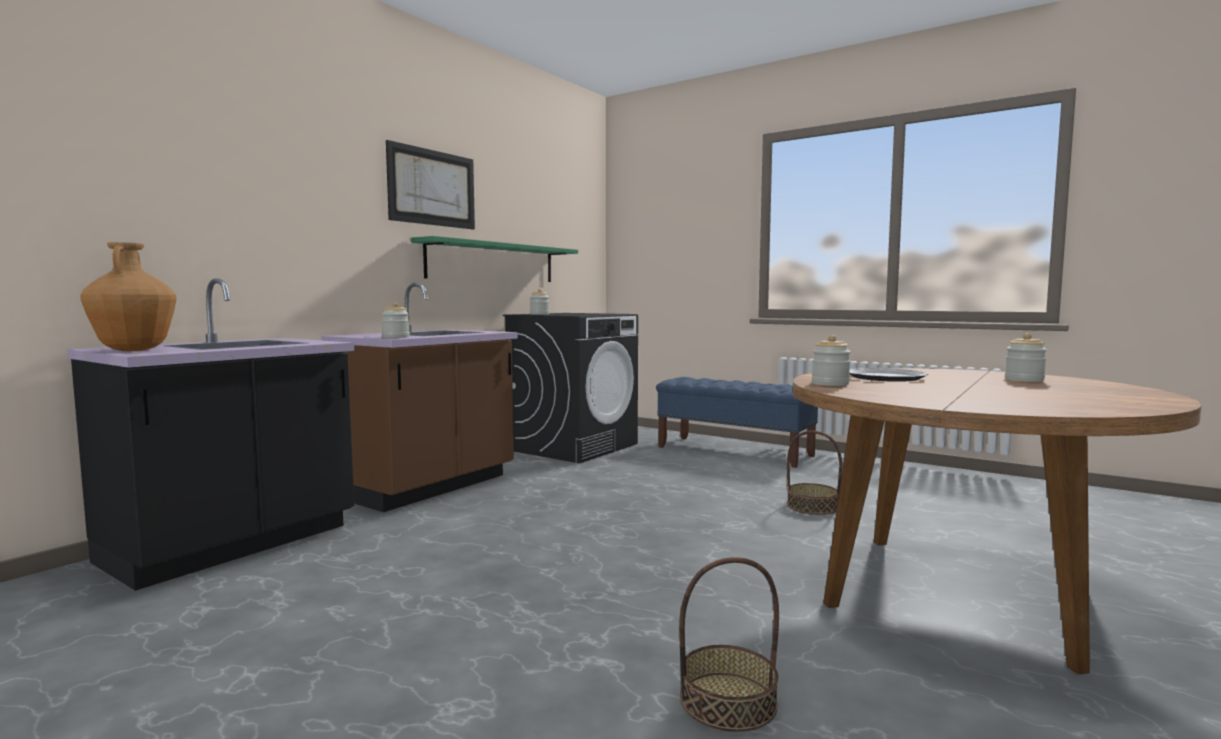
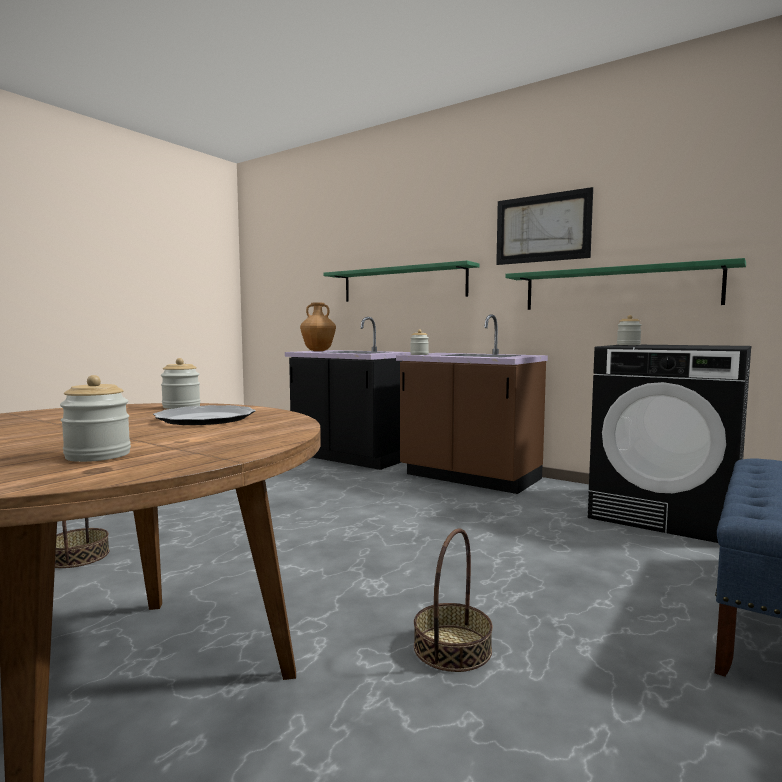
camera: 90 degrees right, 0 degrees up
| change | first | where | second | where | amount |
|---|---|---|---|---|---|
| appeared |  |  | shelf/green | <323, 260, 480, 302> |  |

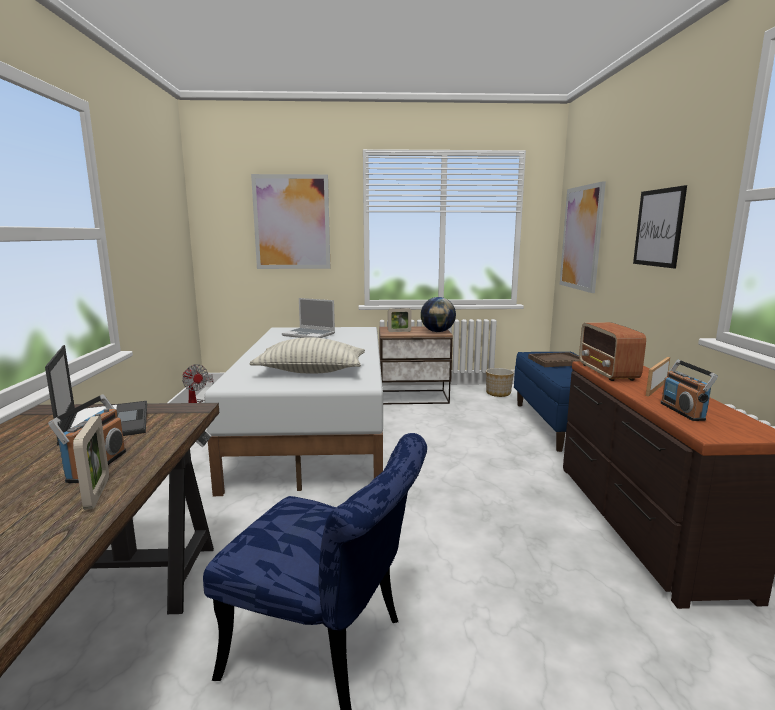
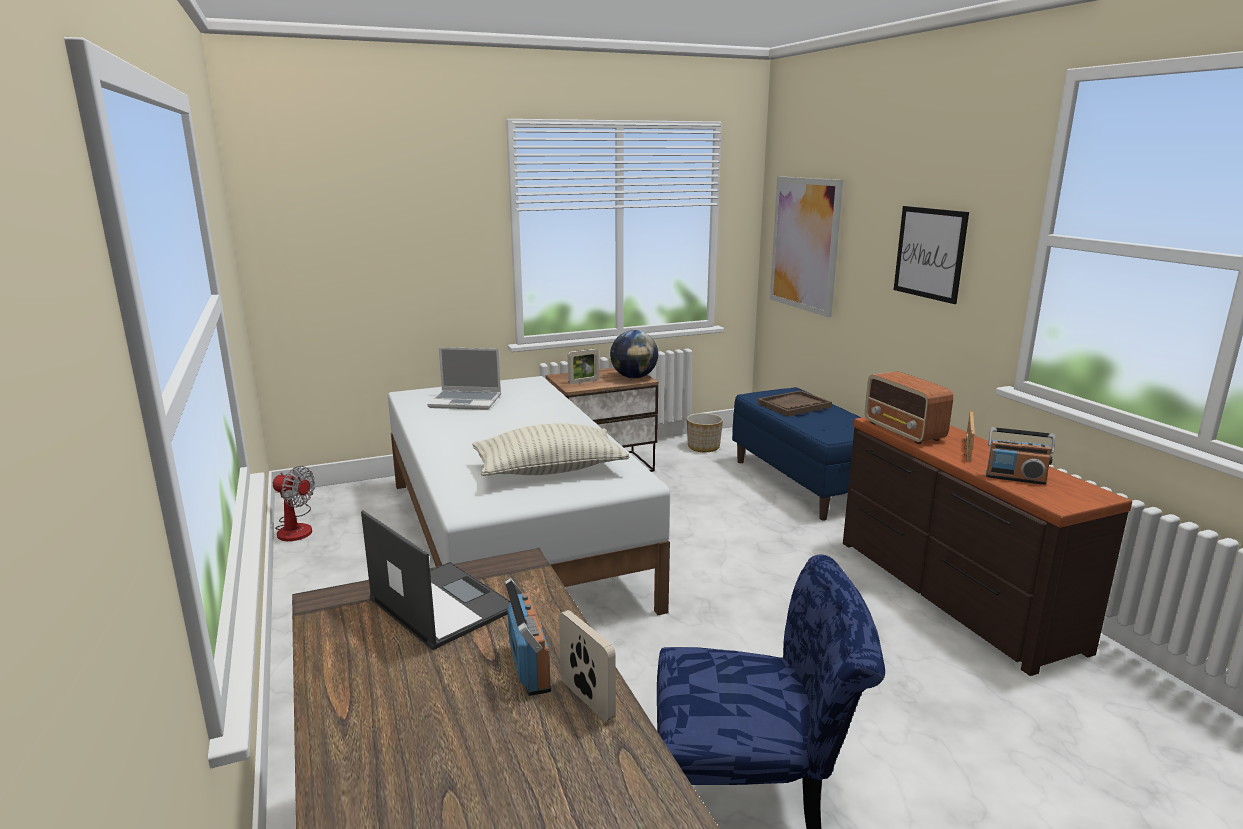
camera: 20 degrees left, 5 degrees up
| change | first | where | second | where | amount |
|---|---|---|---|---|---|
| missing | picture | <251, 174, 330, 269> |  |  |  |
| spun | radio | <661, 360, 718, 421> |  | <986, 427, 1055, 485> | 45 degrees counterclockwise |

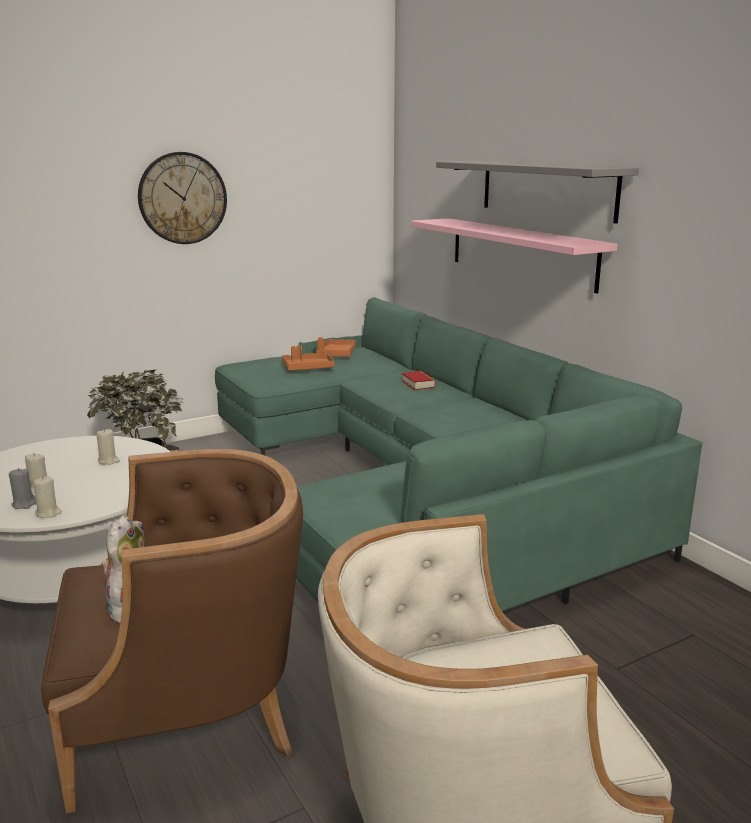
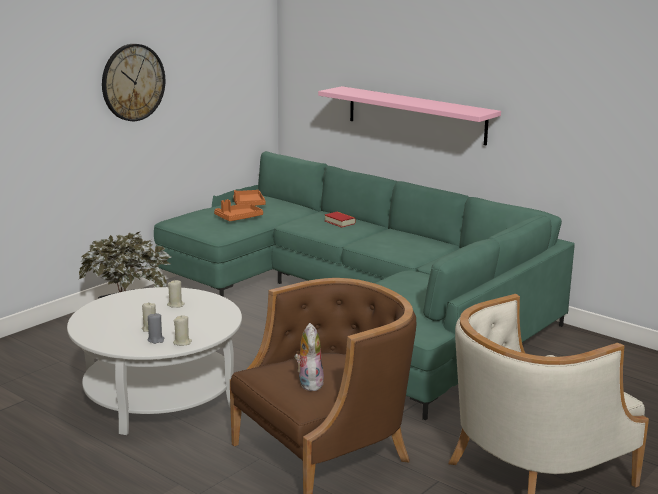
camera: 20 degrees left, 0 degrees up
| change | first | where | second | where | amount |
|---|---|---|---|---|---|
| missing | shelf/grey | <436, 161, 639, 224> |  |  |  |

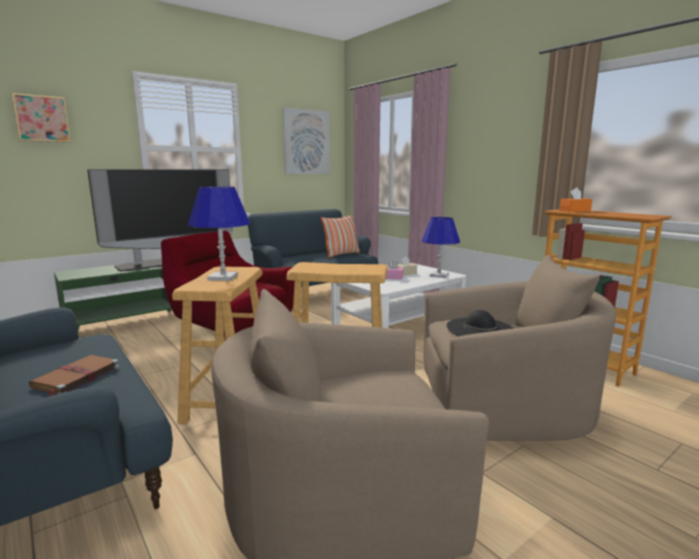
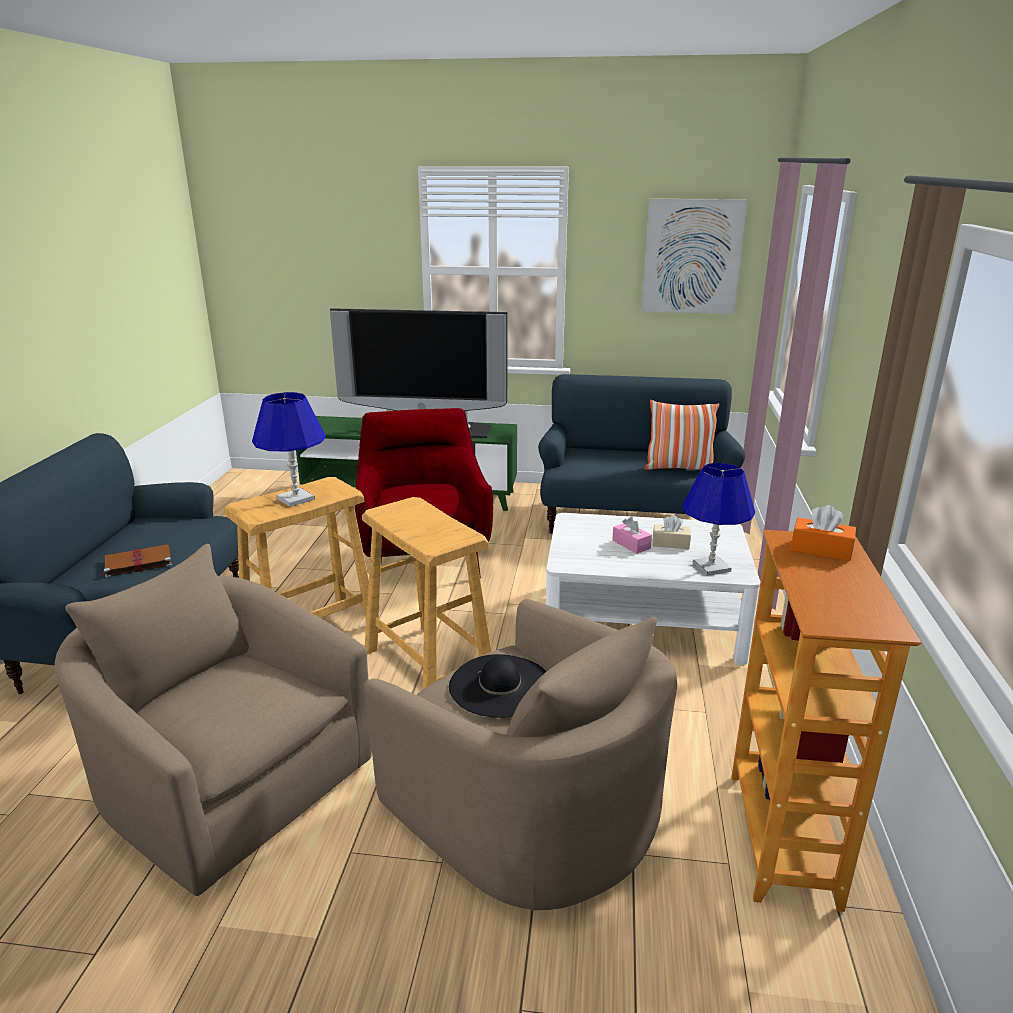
camera: 45 degrees right, 10 degrees up
| change | first | where | second | where | amount |
|---|---|---|---|---|---|
| missing | picture | <12, 93, 71, 142> |  |  |  |

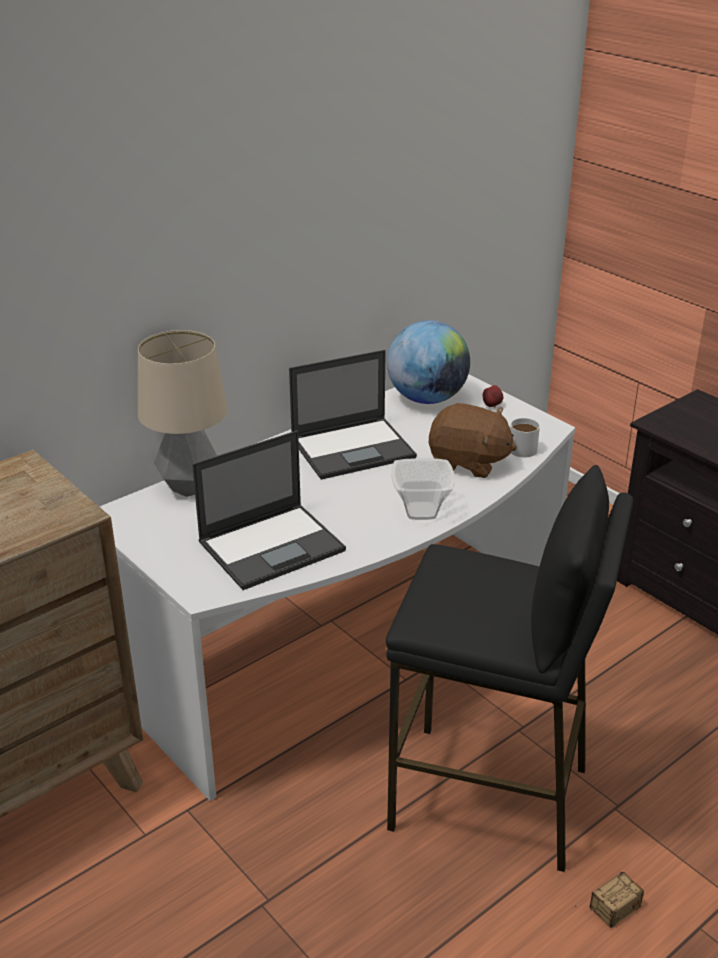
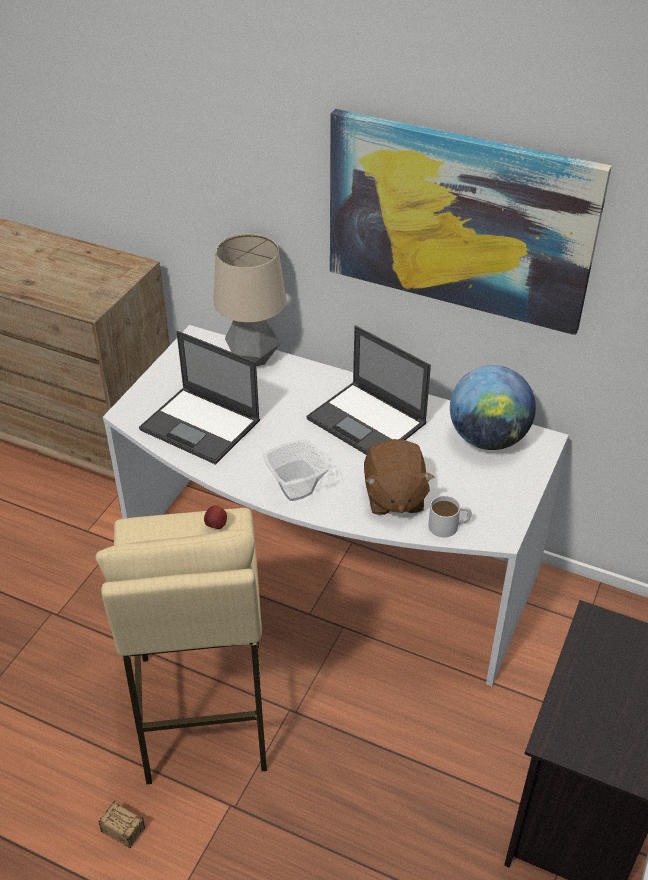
camera: 65 degrees right, 10 degrees up
| change | first | where | second | where | amount |
|---|---|---|---|---|---|
| appeared |  |  | picture | <330, 109, 612, 335> |  |
| relocated | apple | <483, 385, 503, 408> |  | <204, 505, 227, 529> |  |
| colour | stool/black | <386, 465, 633, 872> | stool/beige | <95, 508, 267, 785> |  |

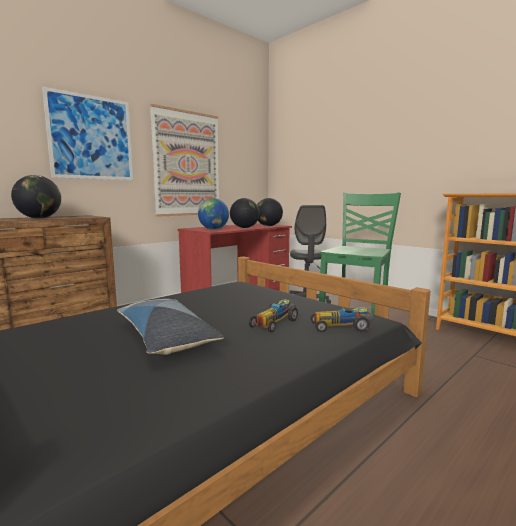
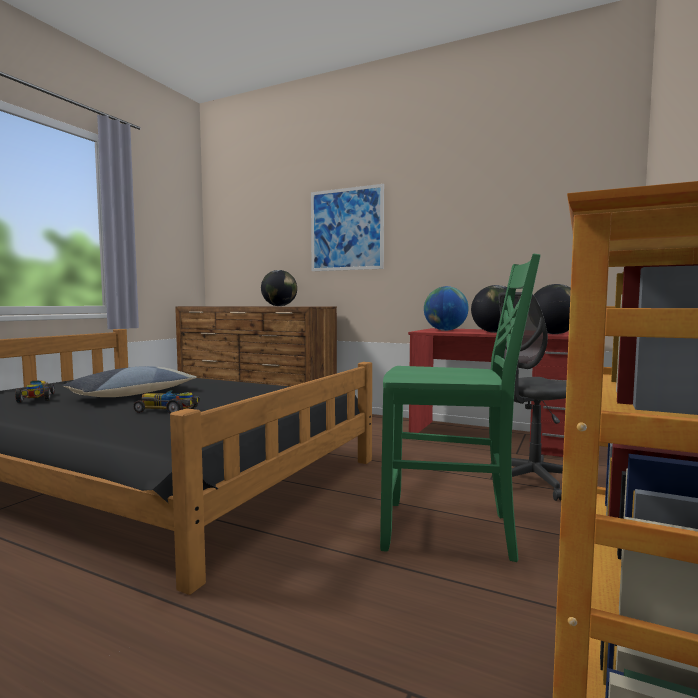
camera: 70 degrees right, 5 degrees down
| change | first | where | second | where | amount |
|---|---|---|---|---|---|
| missing | picture | <150, 104, 219, 217> |  |  |  |
| relocated | toy car | <311, 307, 373, 332> |  | <15, 381, 55, 403> |  |

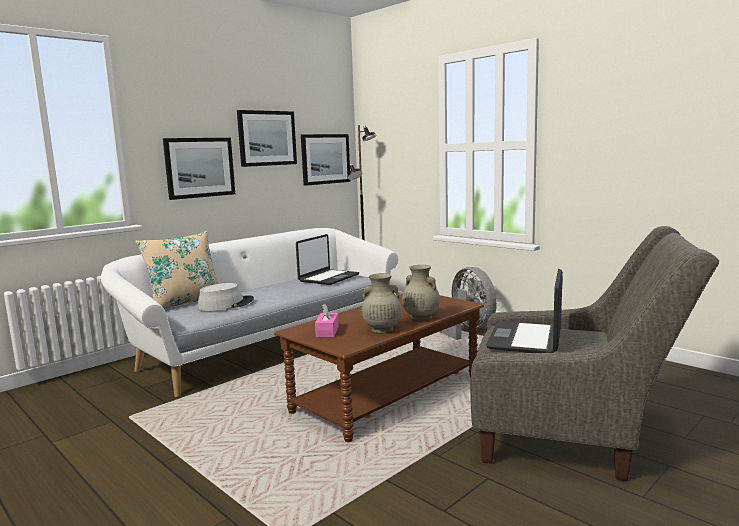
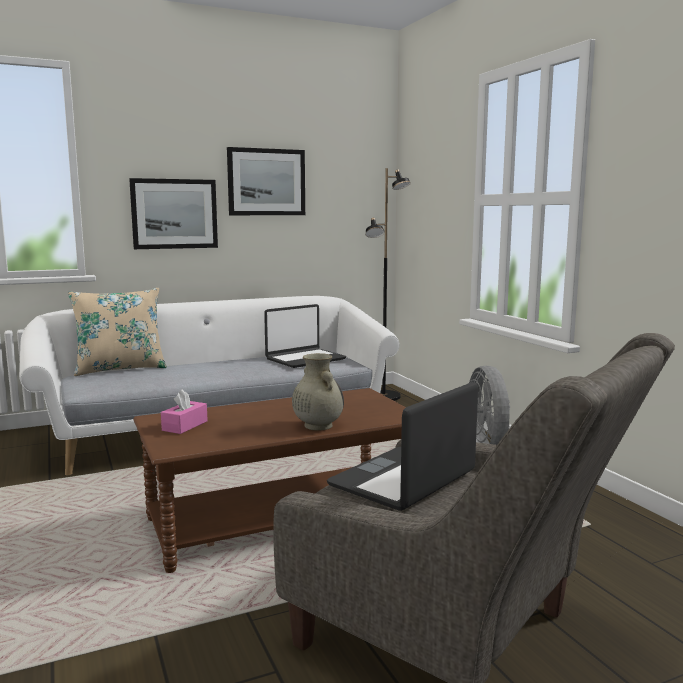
camera: 20 degrees right, 0 degrees up
| change | first | where | second | where | amount |
|---|---|---|---|---|---|
| missing | hat/grey | <198, 283, 254, 311> |  |  |  |
| missing | picture | <301, 134, 351, 186> |  |  |  |
| missing | vase/beige | <362, 273, 402, 333> |  |  |  |

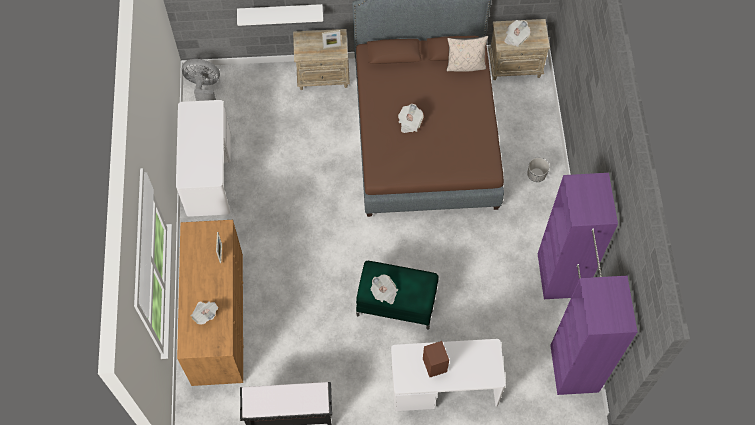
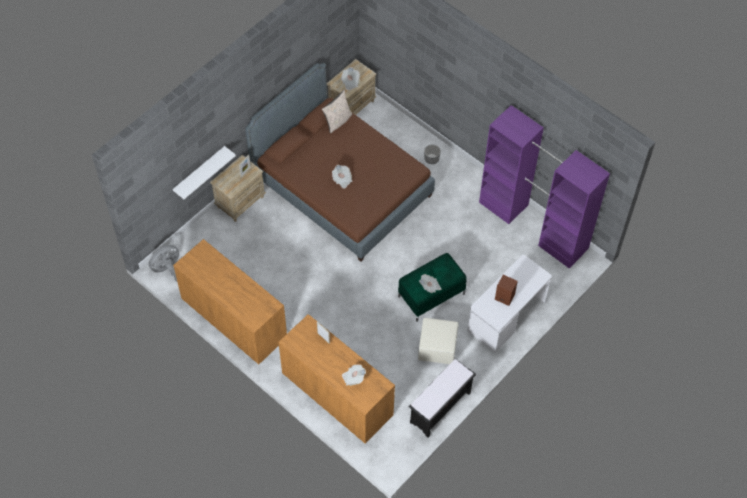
camera: 45 degrees left, 5 degrees down
| change | first | where | second | where | amount |
|---|---|---|---|---|---|
| appeared |  |  | ottoman/beige | <418, 318, 459, 364> |  |
| exchanged | desk/white | <176, 100, 231, 217> | dresser/brown | <173, 239, 287, 364> |  |

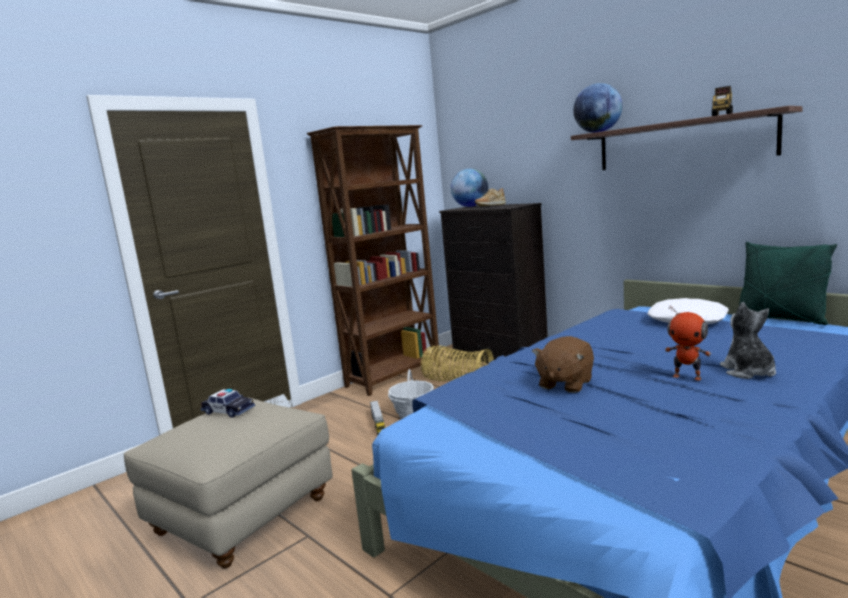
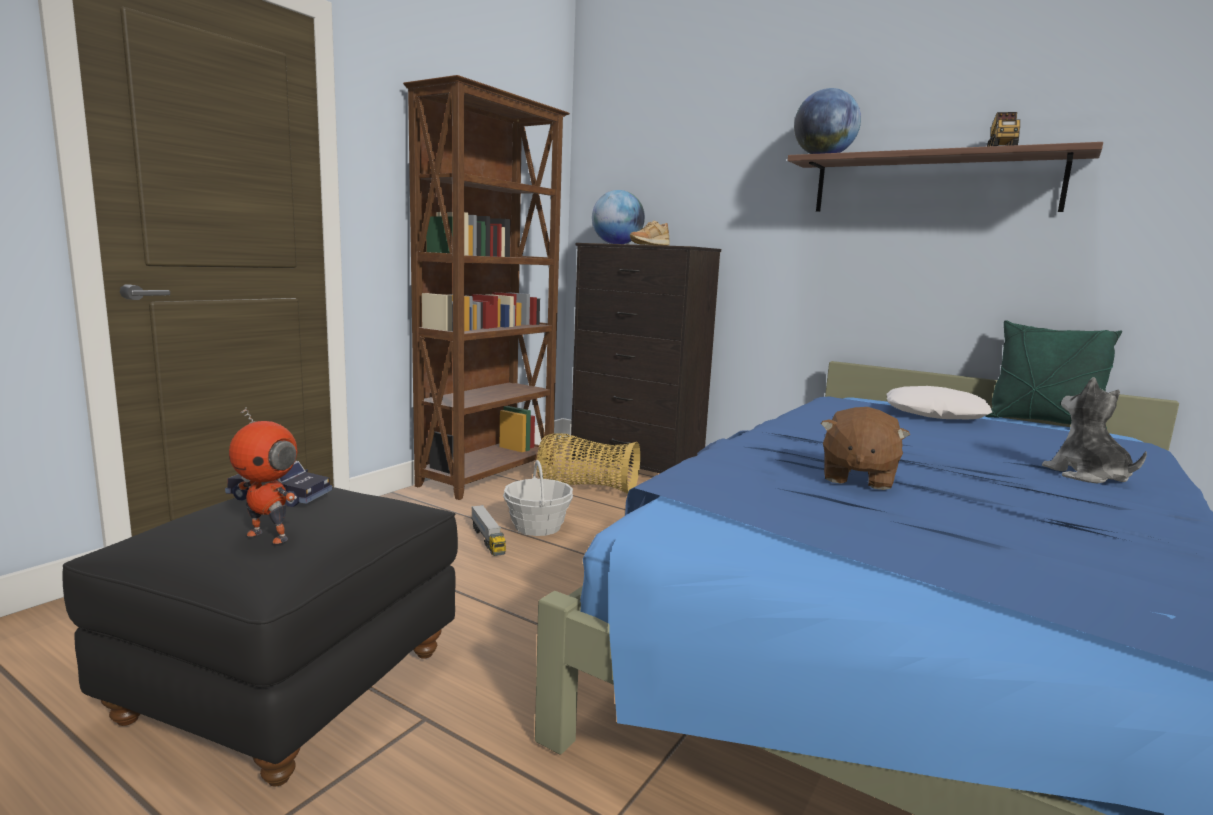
camera: 15 degrees left, 0 degrees up
| change | first | where | second | where | amount |
|---|---|---|---|---|---|
| relocated | toy robot | <665, 305, 711, 381> |  | <229, 407, 297, 544> |  |
| colour | ottoman/beige | <124, 398, 333, 569> | ottoman/black | <62, 487, 458, 787> |  |

